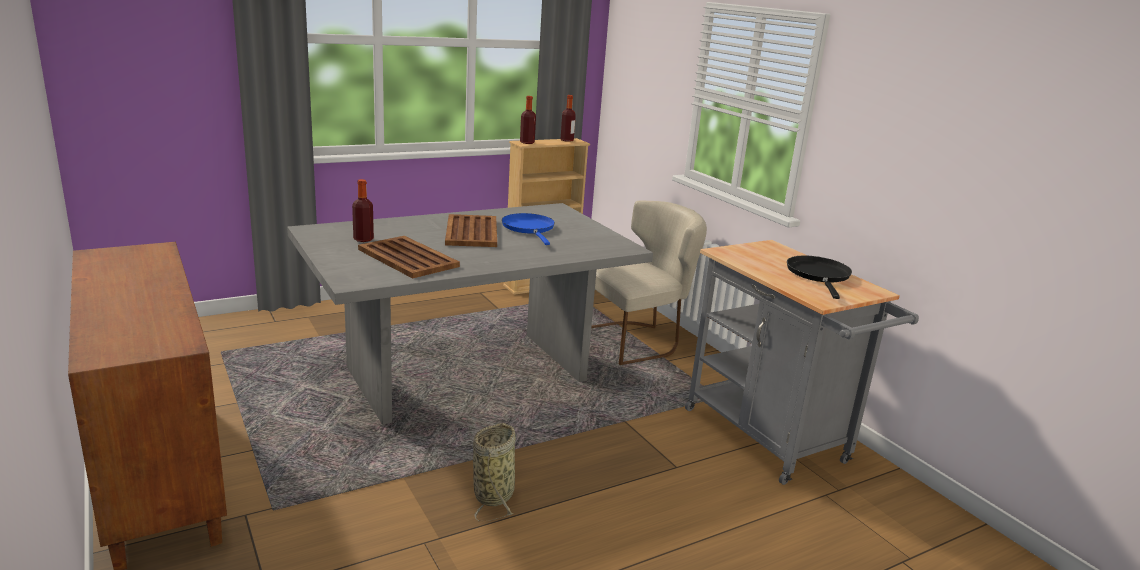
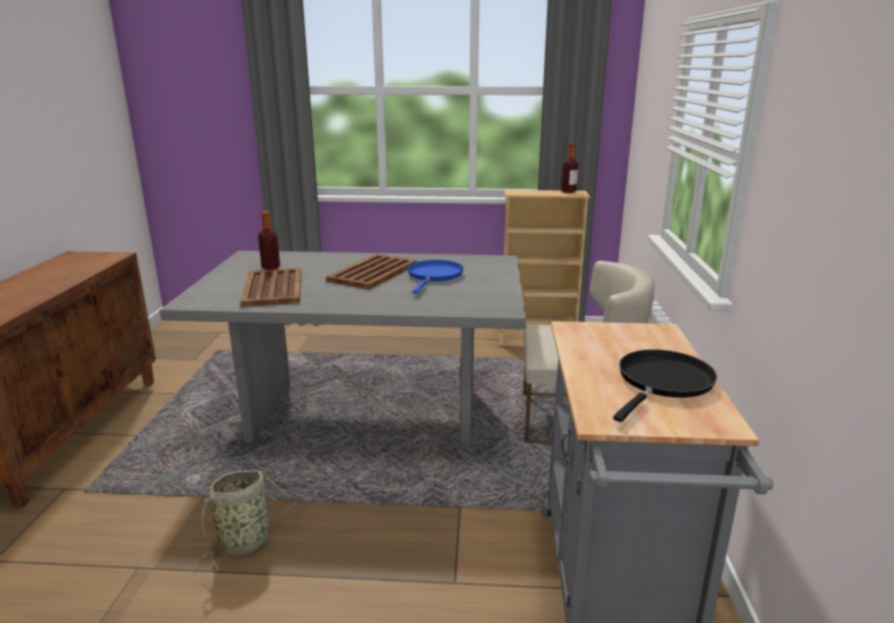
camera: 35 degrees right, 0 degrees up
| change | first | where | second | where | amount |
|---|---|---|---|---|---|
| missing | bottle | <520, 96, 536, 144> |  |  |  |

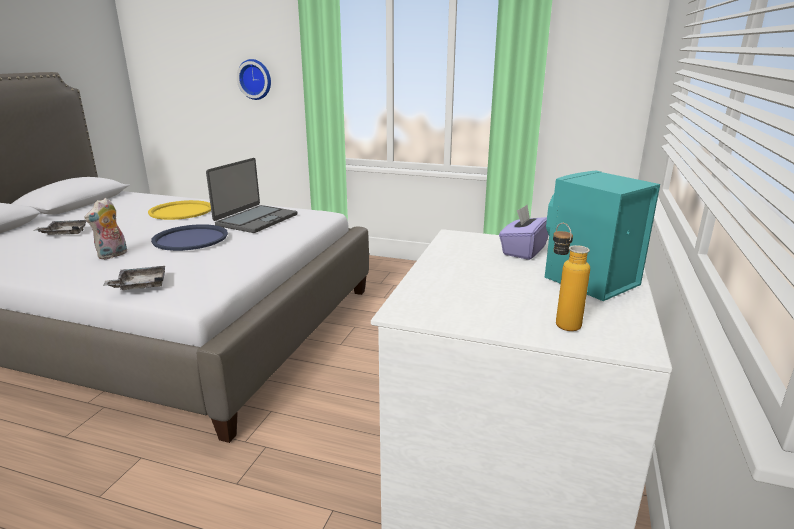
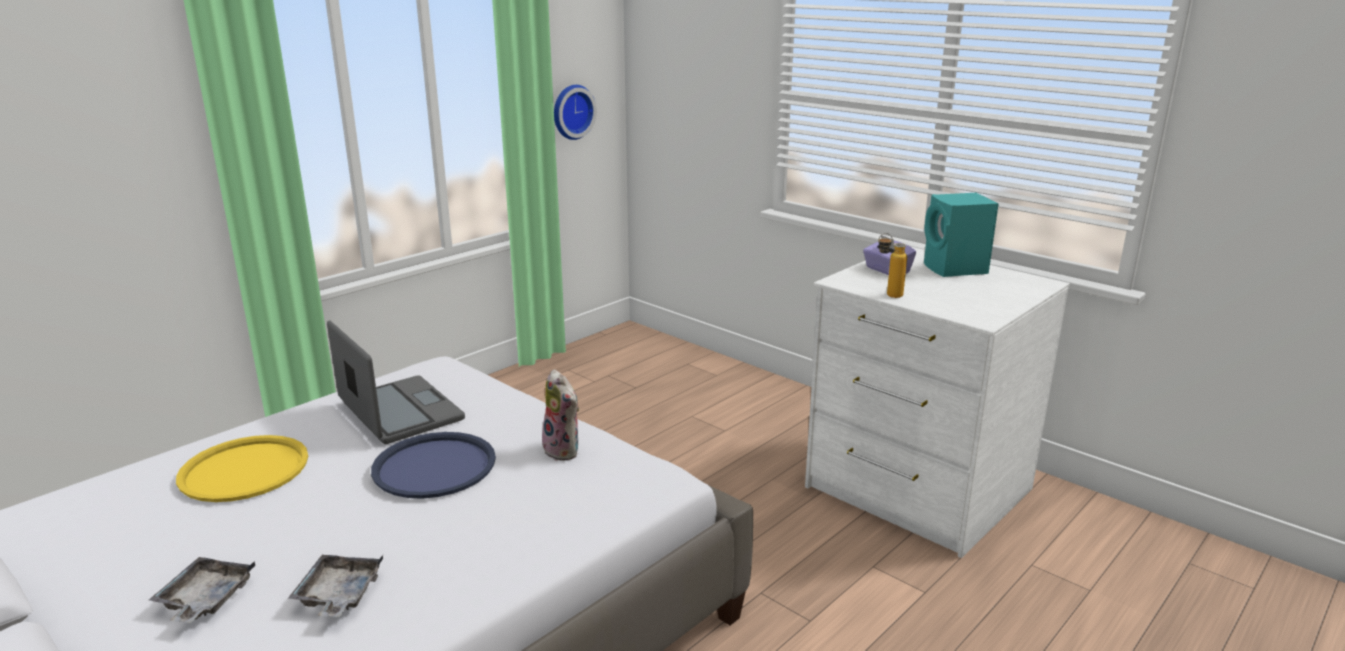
camera: 65 degrees left, 0 degrees up
| change | first | where | second | where | amount |
|---|---|---|---|---|---|
| relocated | plush toy | <84, 198, 127, 260> |  | <542, 369, 579, 461> |  |
| relocated | tray/grey | <103, 266, 165, 290> |  | <288, 555, 383, 617> |  |
| relocated | wall clock | <237, 59, 271, 100> |  | <554, 85, 597, 140> |  |
| relocated | bottle | <553, 223, 590, 331> |  | <878, 233, 907, 298> |  |

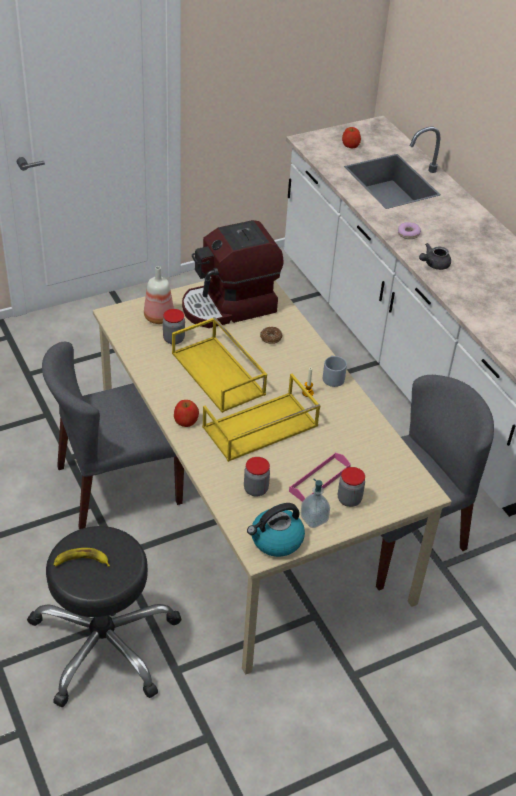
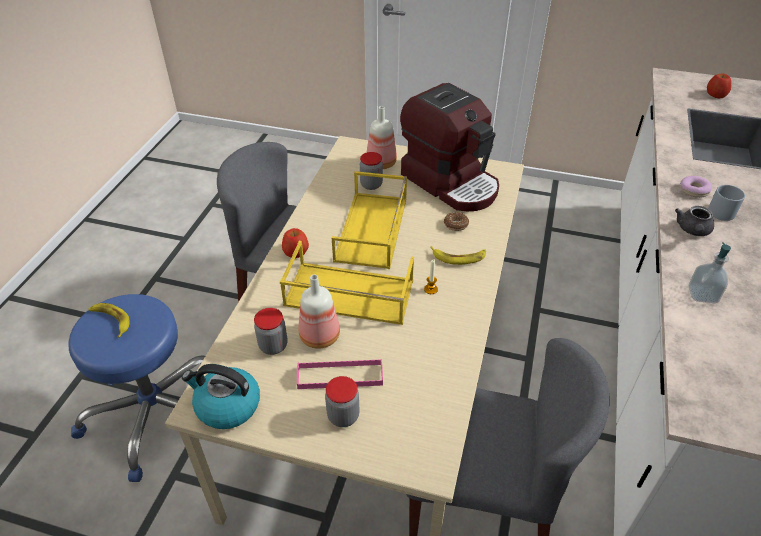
camera: 45 degrees right, 0 degrees up
| change | first | where | second | where | amount |
|---|---|---|---|---|---|
| appeared |  |  | bottle | <299, 275, 340, 349> |  |
| appeared |  |  | banana | <430, 246, 486, 265> |  |
| relocated | soap dispenser | <301, 479, 330, 528> |  | <689, 242, 731, 303> |  |
| relocated | mug/grey | <323, 355, 347, 387> |  | <708, 185, 745, 221> |  |
| colour | stool/black | <27, 526, 182, 707> | stool/blue | <68, 294, 205, 482> |  |
| spun | coffee machine | <182, 220, 284, 328> |  | <400, 83, 499, 211> | 150 degrees counterclockwise |
| spun | teapot/grey | <419, 243, 451, 270> |  | <675, 206, 714, 236> | 75 degrees counterclockwise |

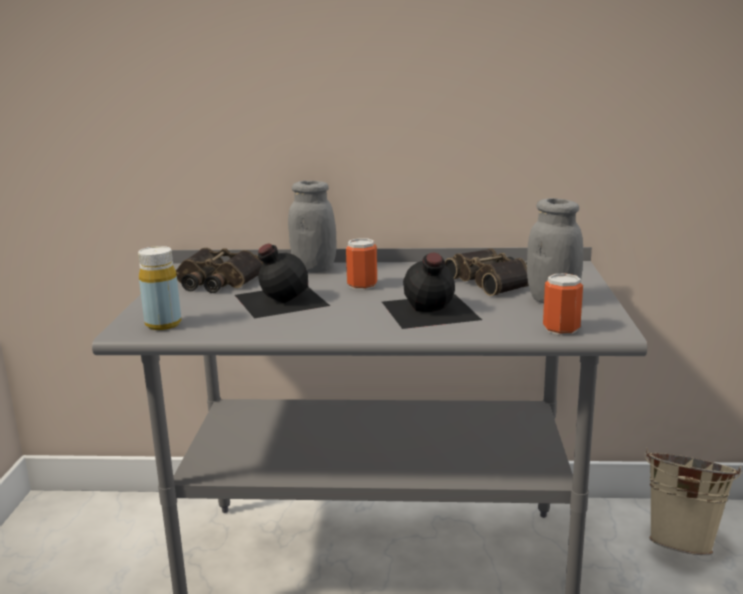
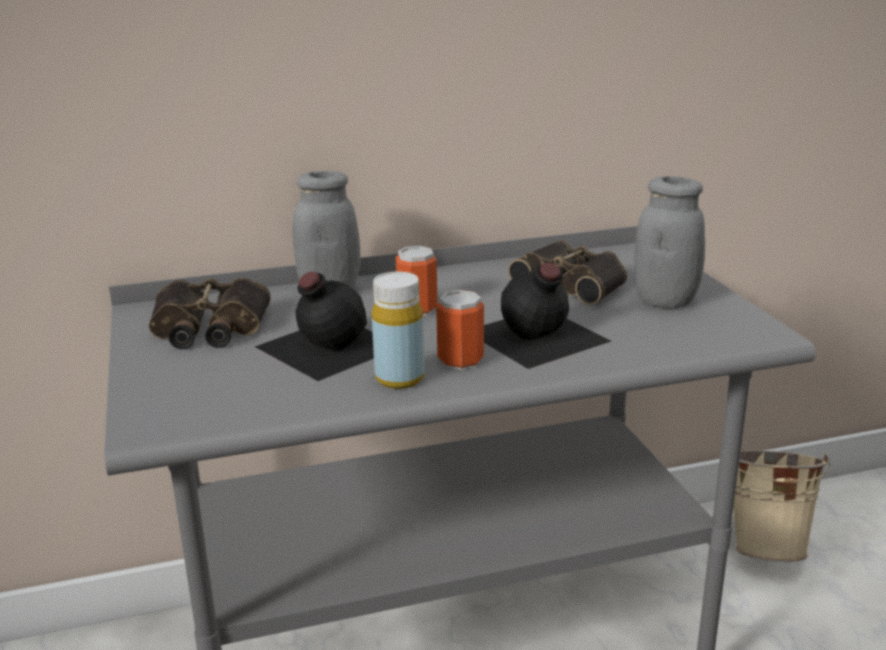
camera: 20 degrees left, 5 degrees up
| change | first | where | second | where | amount |
|---|---|---|---|---|---|
| relocated | bottle/yellow | <138, 246, 181, 330> |  | <372, 272, 424, 389> |  |
| relocated | can | <543, 273, 583, 335> |  | <436, 290, 484, 370> |  |

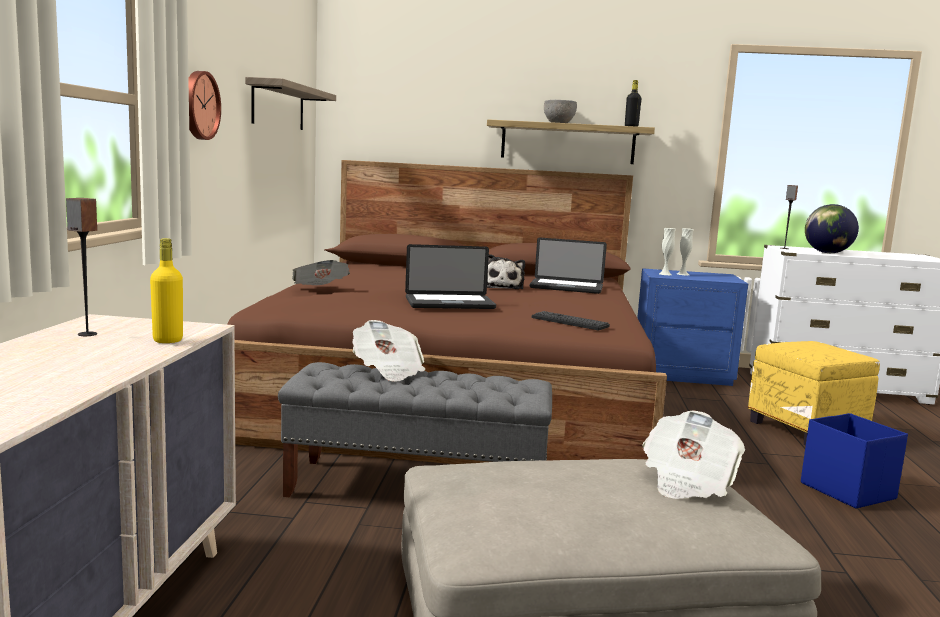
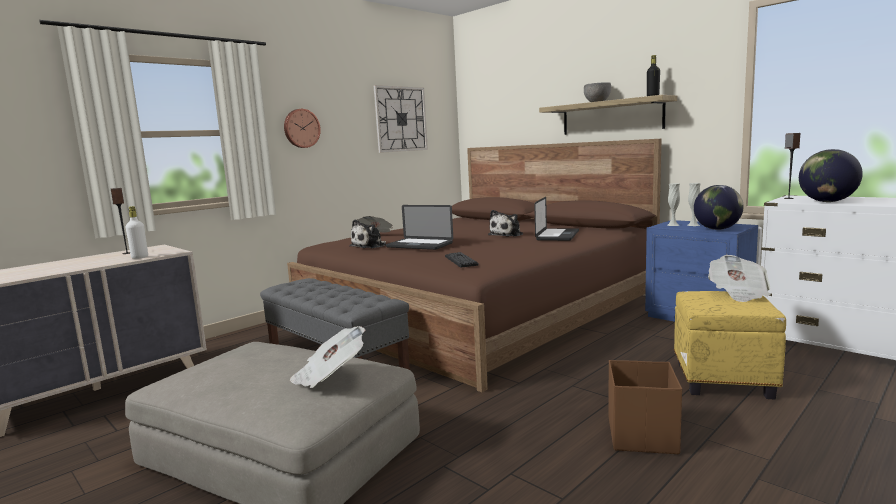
camera: 40 degrees right, 0 degrees up
| change | first | where | second | where | amount |
|---|---|---|---|---|---|
| appeared |  |  | plush toy | <349, 219, 386, 248> |  |
| appeared |  |  | globe | <694, 185, 744, 230> |  |
| relocated | newspaper | <352, 320, 425, 382> |  | <708, 255, 770, 302> |  |
| exchanged | shelf | <245, 77, 336, 130> | wall clock | <374, 85, 428, 153> |  |
| colour | bottle/yellow | <150, 238, 183, 343> | bottle/white | <126, 206, 148, 259> |  |
| colour | storage box/blue | <801, 413, 908, 509> | storage box/brown | <608, 360, 682, 454> |  |
| spun | laptop | <530, 238, 607, 294> |  | <534, 197, 579, 241> | 120 degrees counterclockwise |

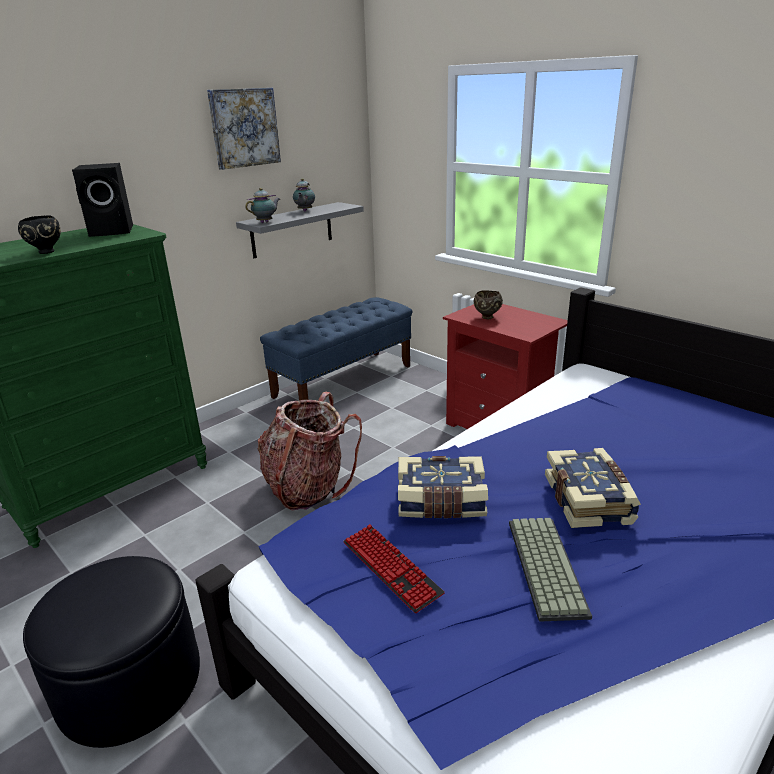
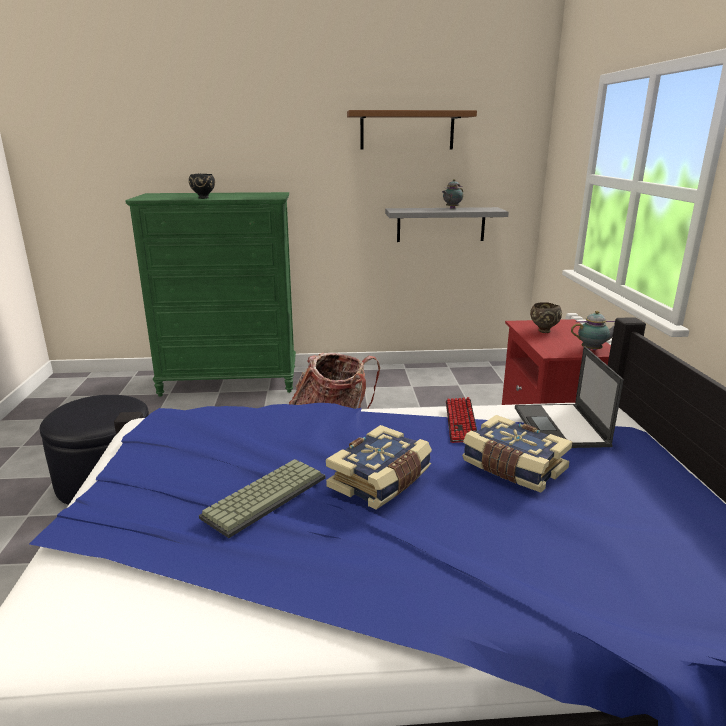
camera: 40 degrees right, 5 degrees down
| change | first | where | second | where | amount |
|---|---|---|---|---|---|
| missing | speaker/black | <72, 163, 133, 237> |  |  |  |
| missing | bench/blue | <260, 297, 413, 400> |  |  |  |
| appeared |  |  | laptop | <515, 346, 624, 448> |  |
| relocated | teapot | <245, 188, 280, 223> |  | <571, 311, 615, 350> |  |
| relocated | keyboard | <343, 524, 445, 613> |  | <446, 397, 477, 443> |  |
| relocated | book | <398, 456, 488, 518> |  | <462, 415, 572, 493> |  |
| exchanged | picture | <207, 88, 281, 170> | shelf/brown | <347, 110, 477, 150> |  |

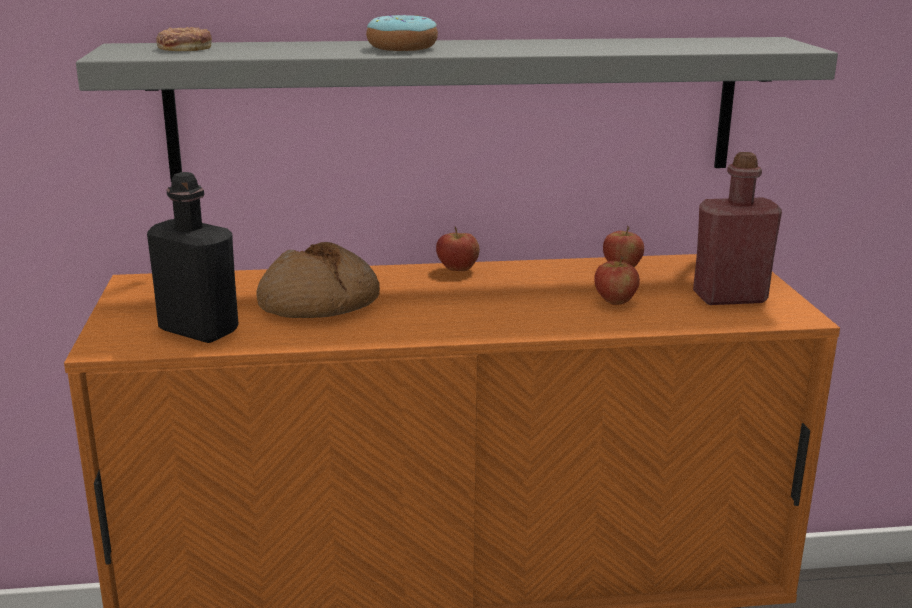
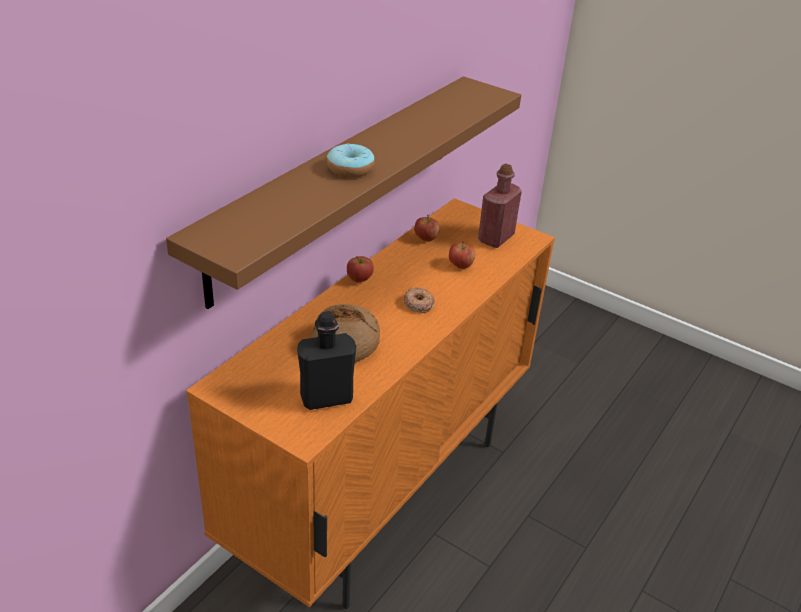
camera: 50 degrees left, 15 degrees up
| change | first | where | second | where | amount |
|---|---|---|---|---|---|
| relocated | donut | <156, 27, 212, 51> |  | <403, 287, 435, 313> |  |
| colour | shelf/grey | <76, 37, 838, 182> | shelf/brown | <166, 76, 521, 309> |  |

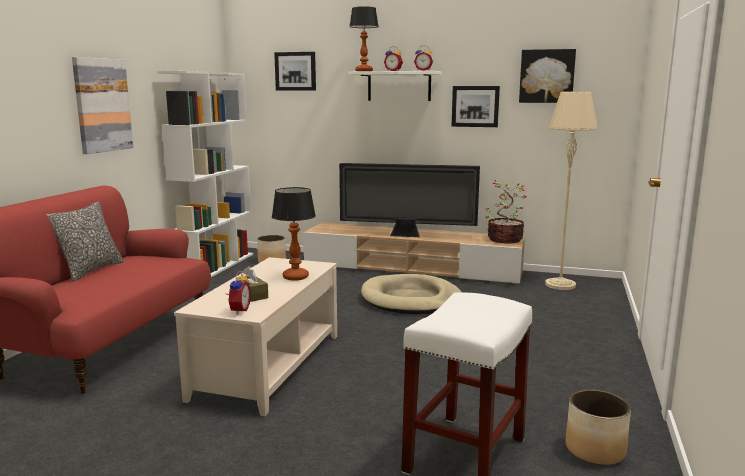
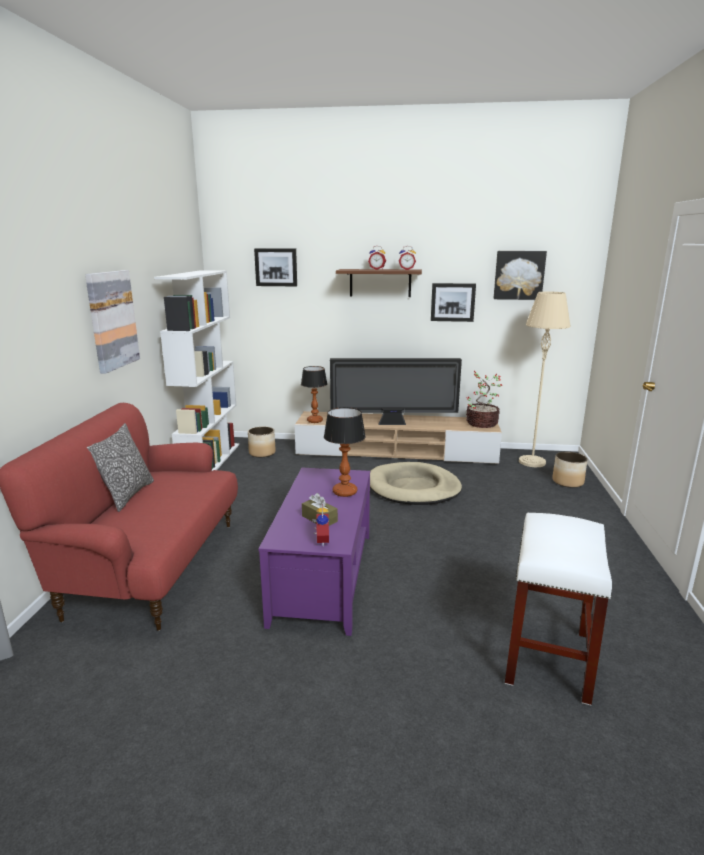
camera: 10 degrees left, 5 degrees up
| change | first | where | second | where | amount |
|---|---|---|---|---|---|
| relocated | table lamp | <349, 6, 379, 71> |  | <301, 366, 327, 423> |  |
| relocated | planter | <566, 389, 631, 465> |  | <552, 452, 588, 488> |  |
| colour | coffee table/beige | <174, 257, 337, 416> | coffee table/purple | <259, 468, 370, 636> |  |
| colour | shelf/white | <348, 71, 442, 101> | shelf/brown | <336, 269, 422, 297> |  |

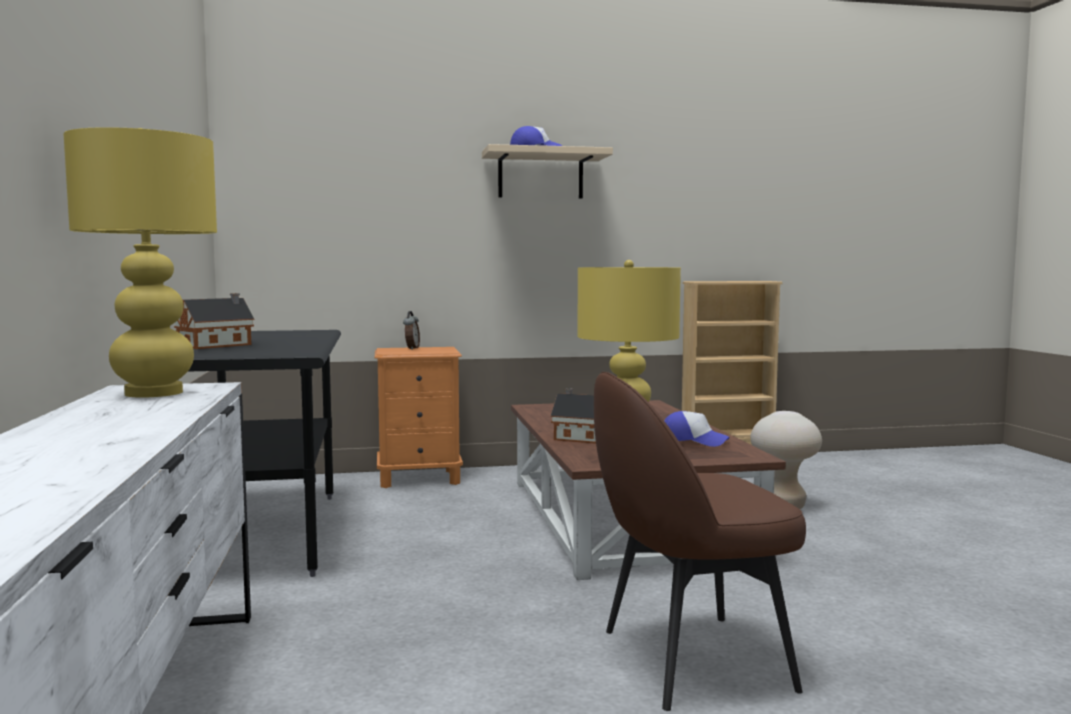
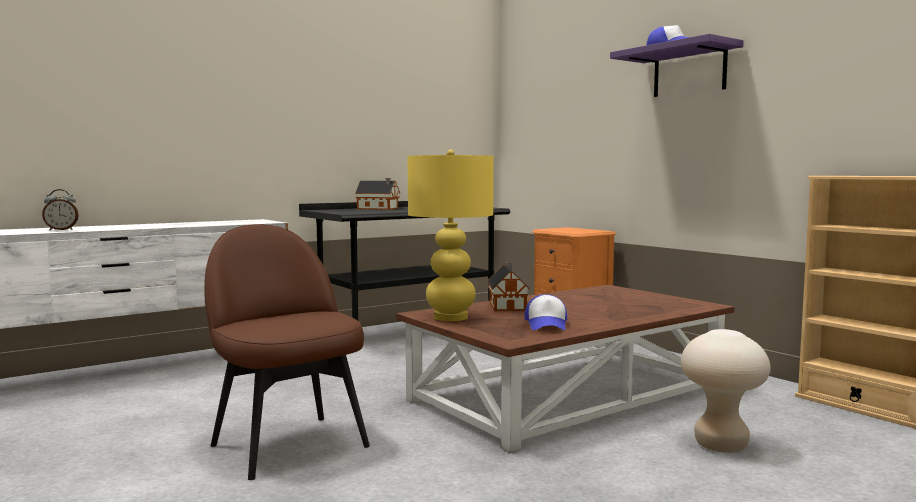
camera: 65 degrees right, 0 degrees up
| change | first | where | second | where | amount |
|---|---|---|---|---|---|
| missing | table lamp/yellow | <63, 127, 217, 398> |  |  |  |
| relocated | alarm clock | <403, 311, 420, 350> |  | <42, 189, 79, 231> |  |
| colour | shelf/beige | <482, 144, 613, 199> | shelf/purple | <610, 34, 743, 97> |  |

